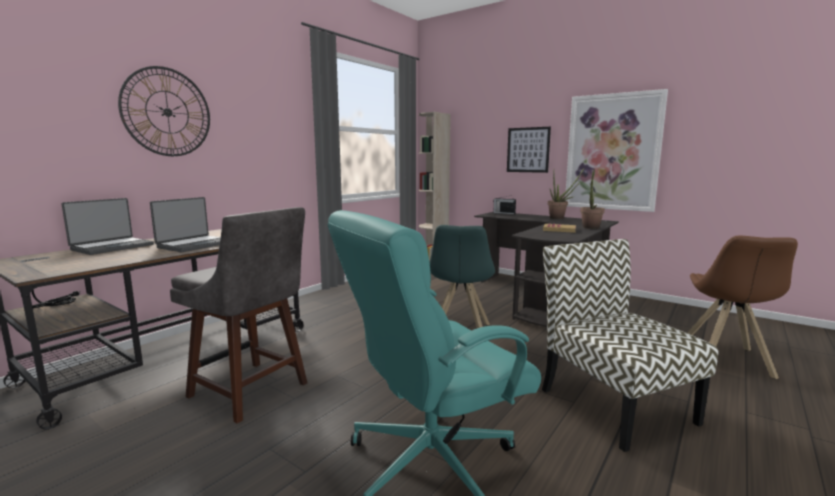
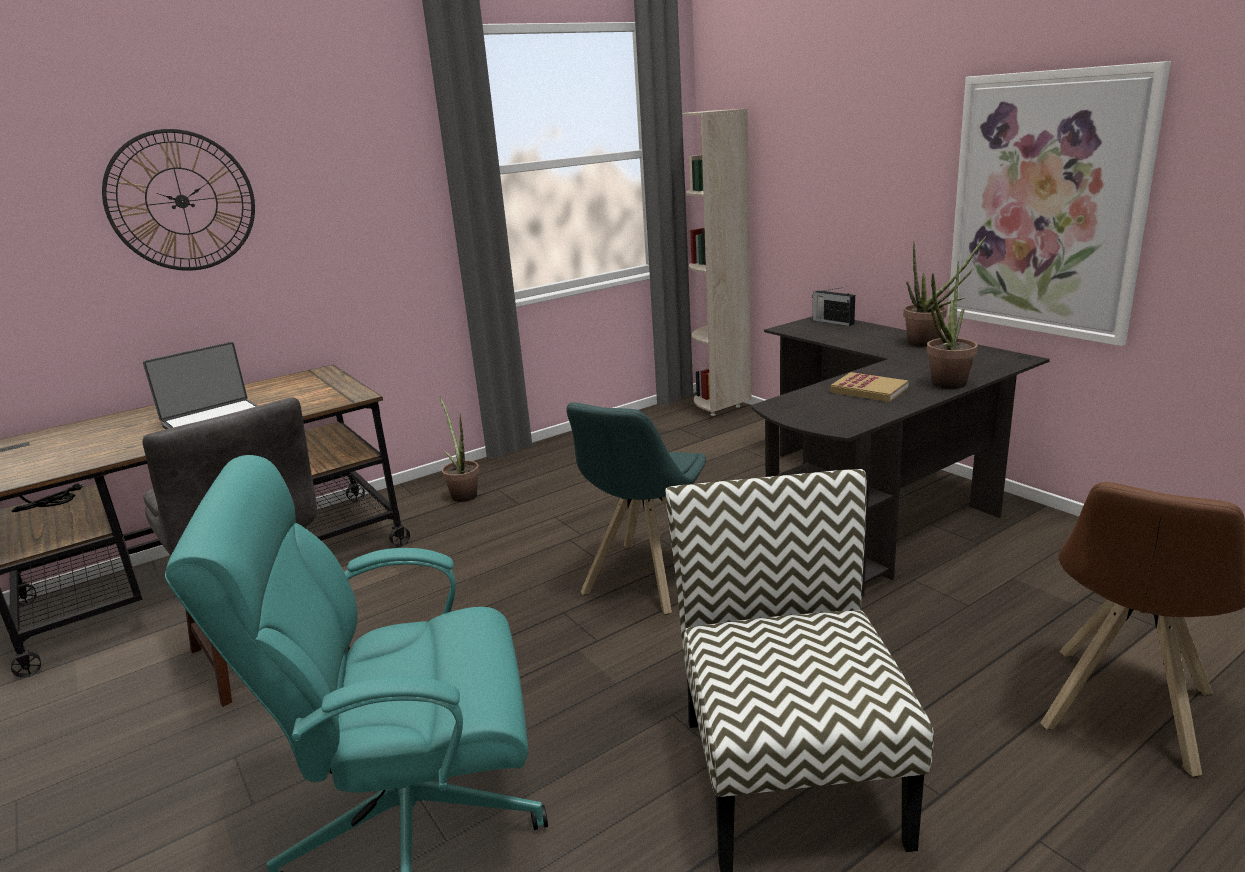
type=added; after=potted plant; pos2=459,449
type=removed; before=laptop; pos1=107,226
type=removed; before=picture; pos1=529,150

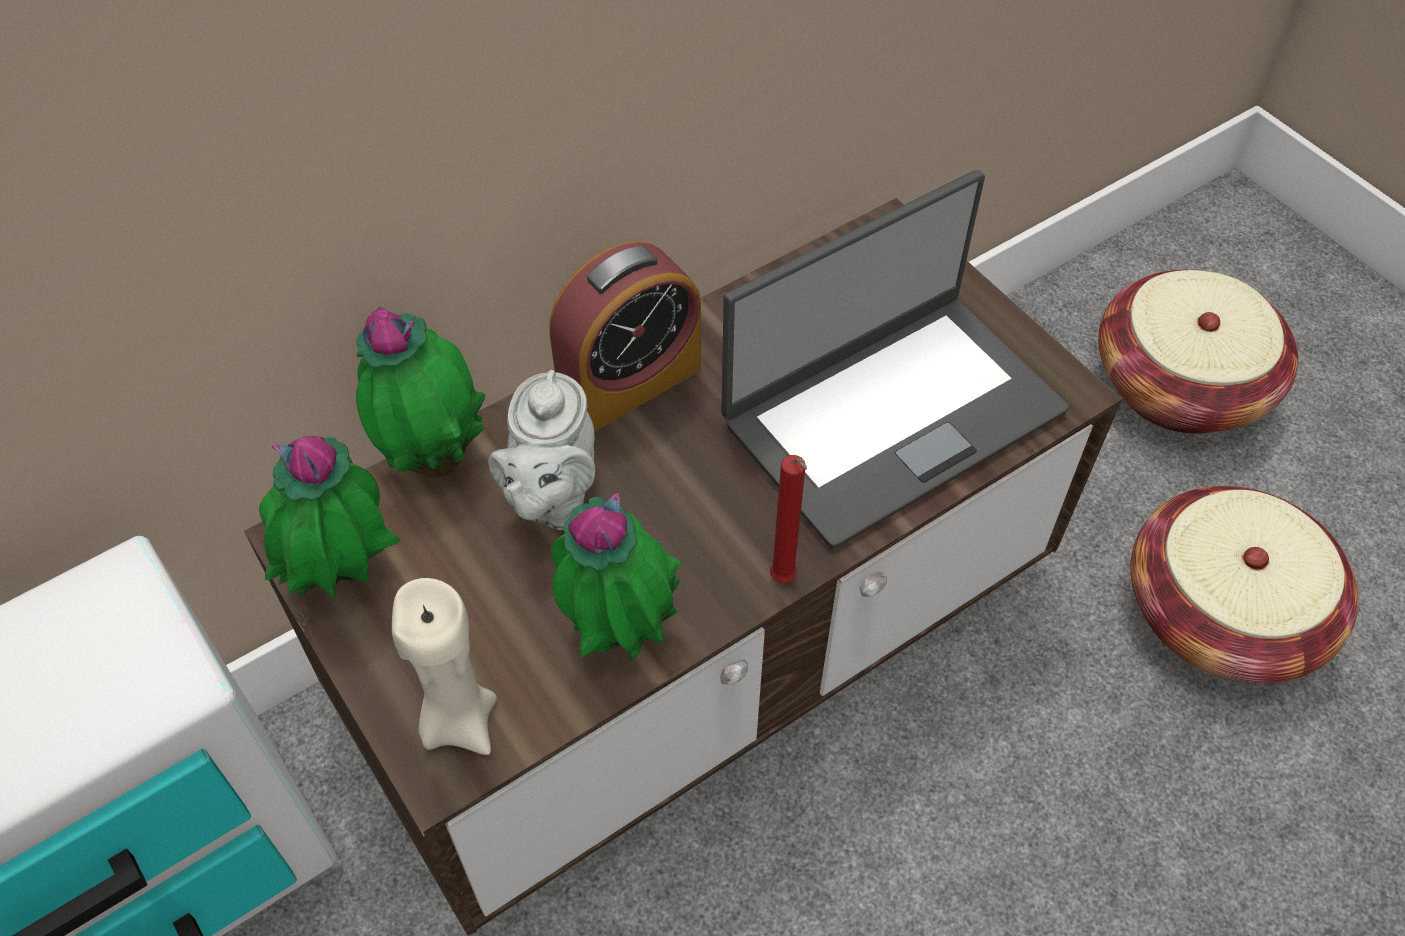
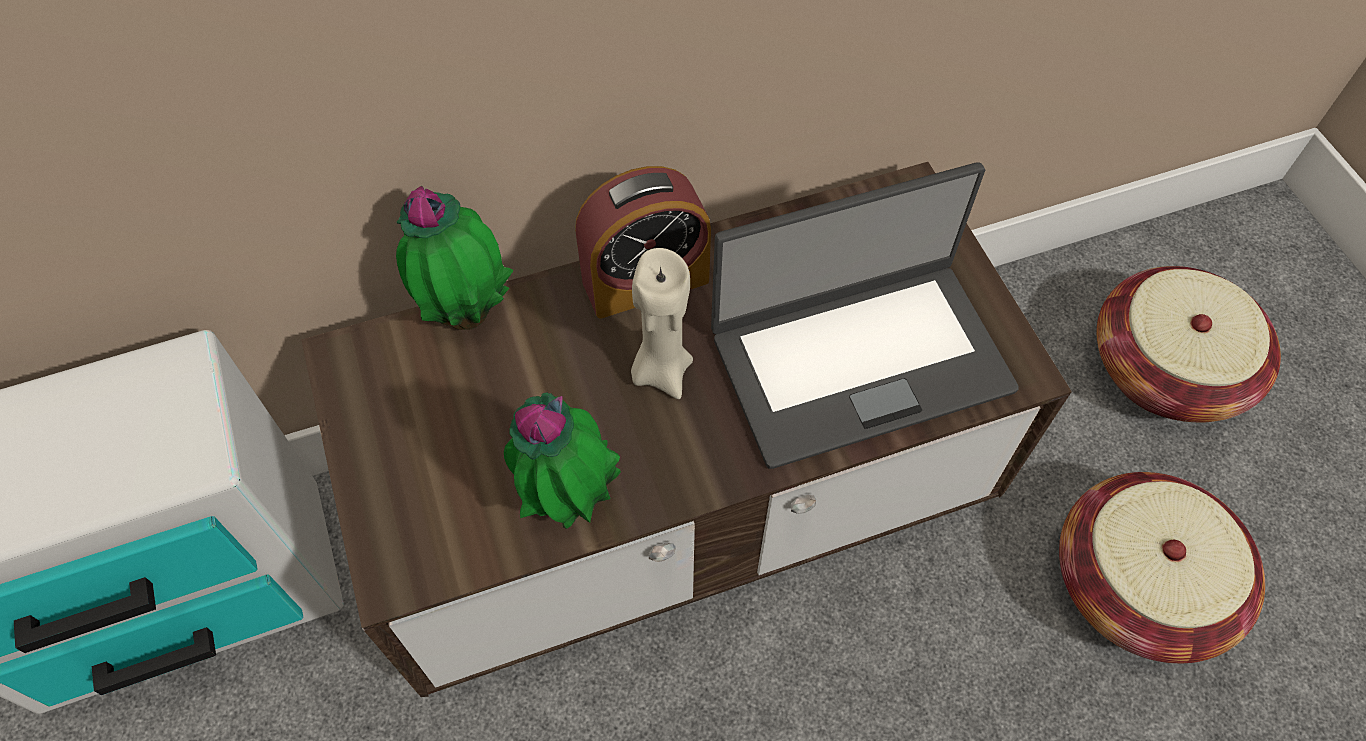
type=moved; before=beige wax candle; pos1=444,666; pos2=662,323
type=removed; before=potted plant; pos1=329,518
type=removed; before=gray pot for tea; pos1=541,450
type=removed; before=red-coloured wax candle; pos1=788,519

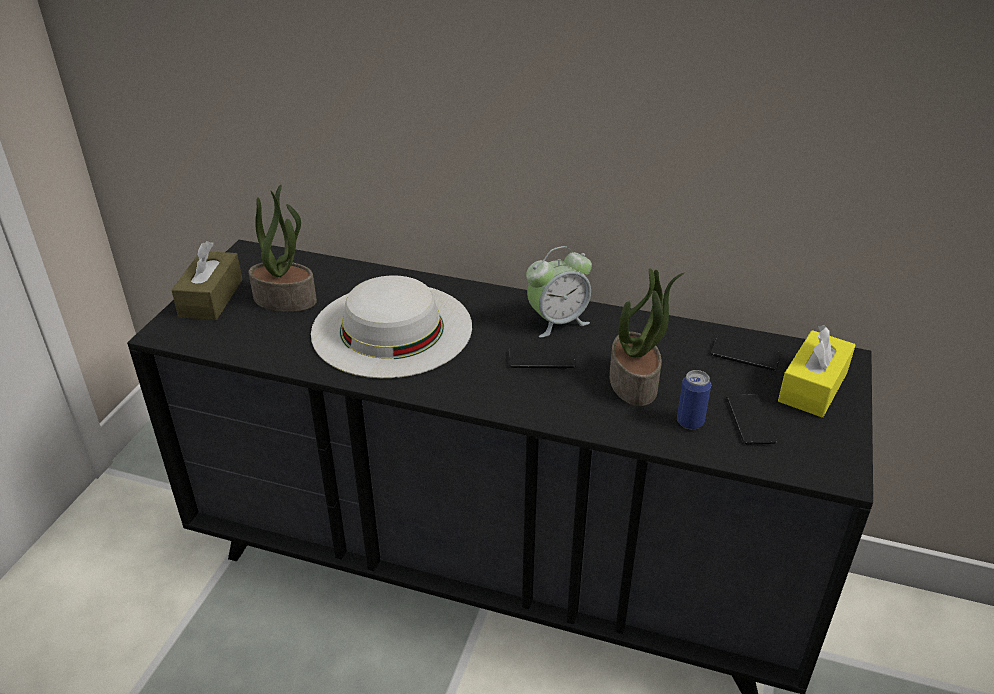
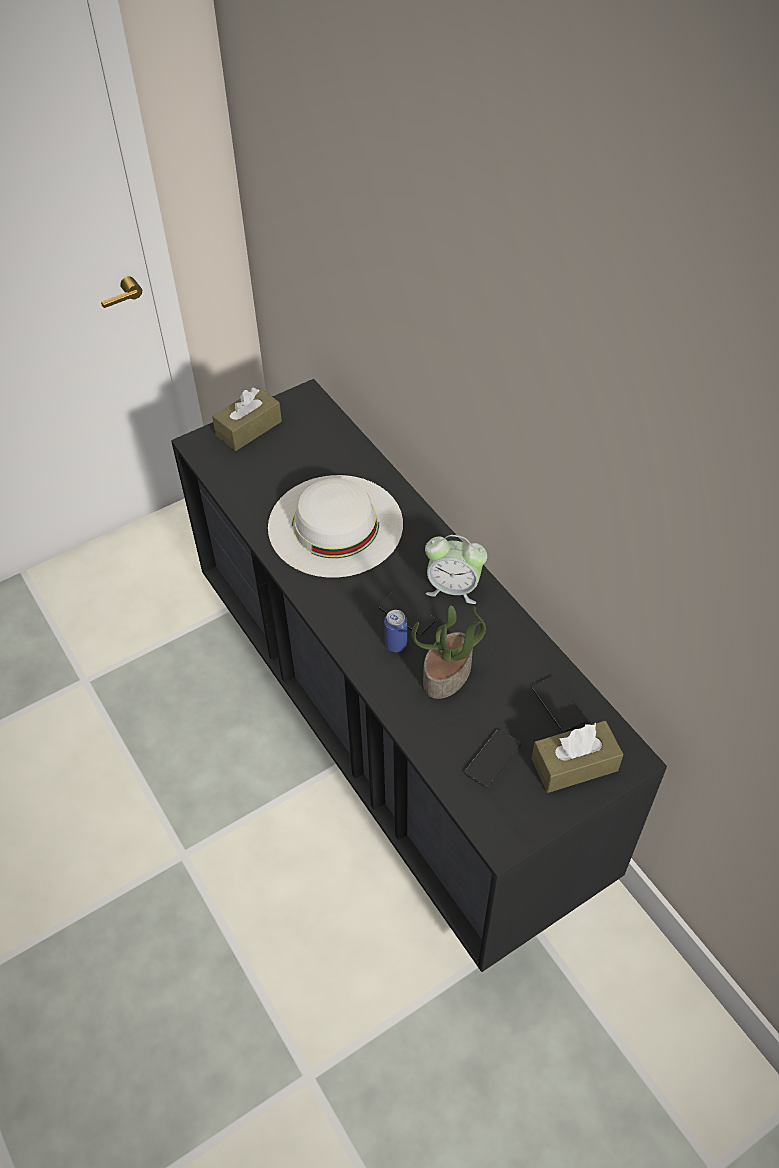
type=moved; before=can; pos1=694,400; pos2=395,631
type=recoloured; before=yellow tissue holder; after=brown-coloured tissue holder; pos1=817,371; pos2=577,757
type=removed; before=potted plant; pos1=282,248

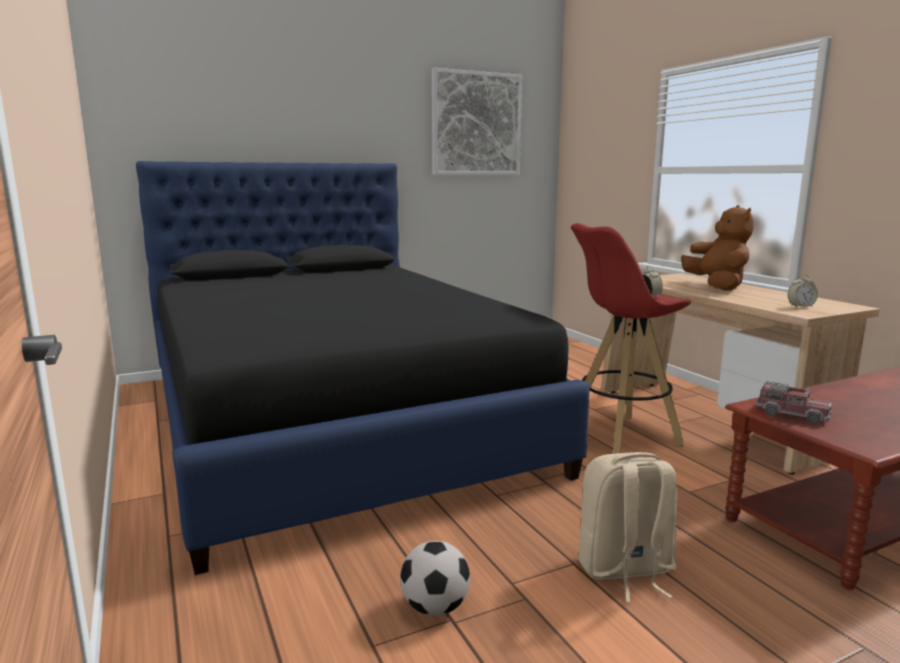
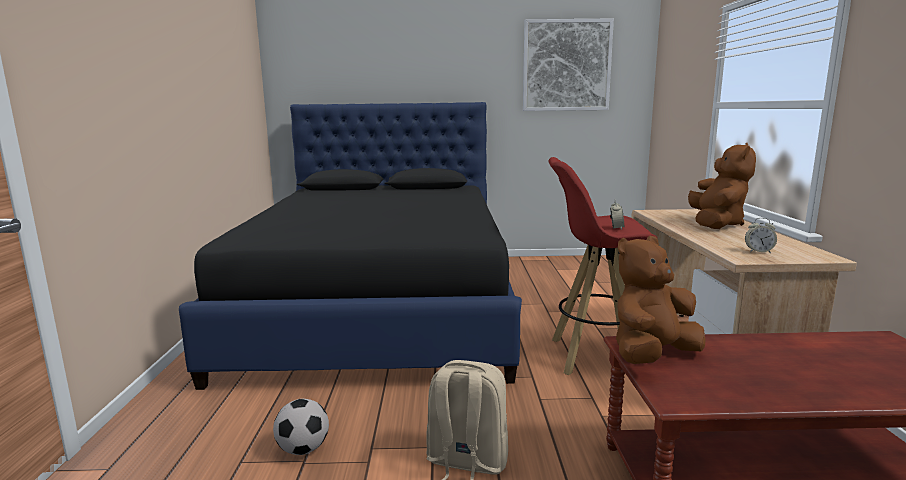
type=replaced; before=model truck; after=brown-coloured cuddly toy; pos1=793,402; pos2=660,300

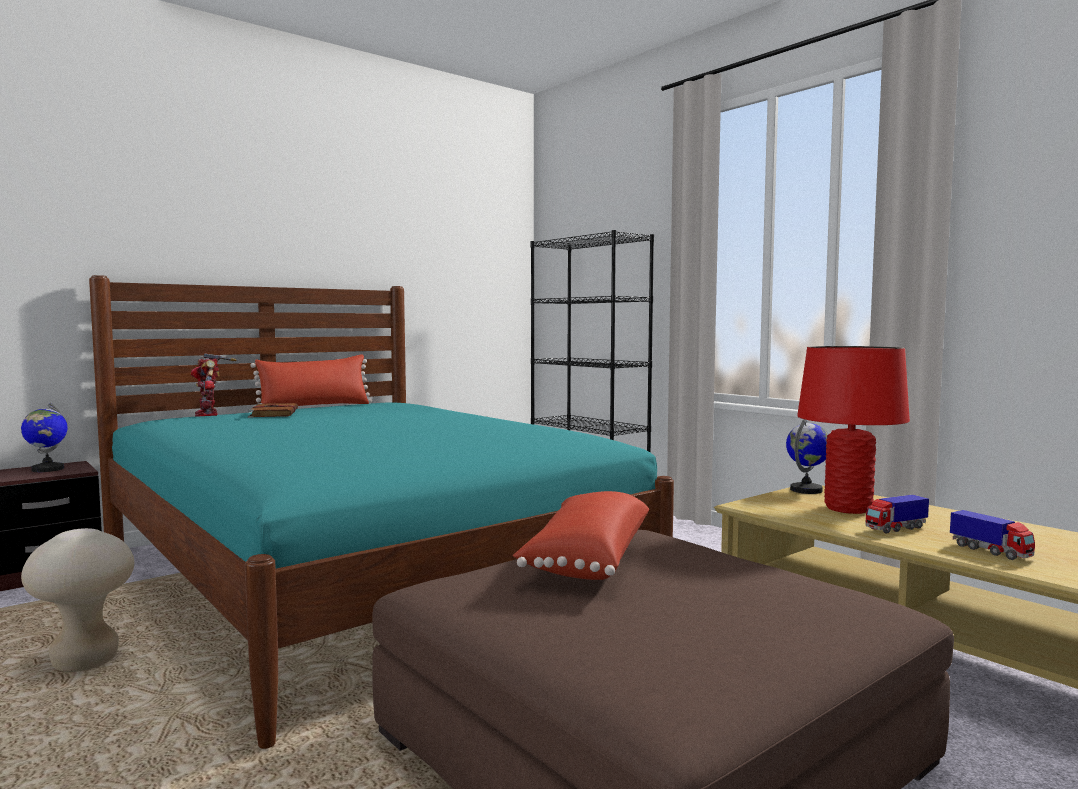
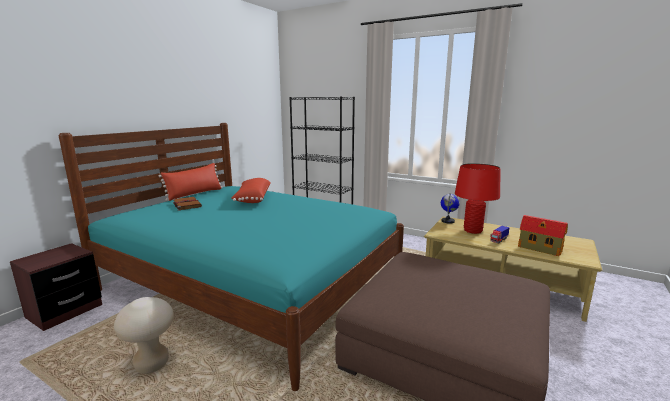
type=moved; before=red-coloured throw pillow; pos1=581,535; pos2=251,190
type=replaced; before=model truck; after=toy house; pos1=992,535; pos2=543,235
type=removed; before=globe; pos1=44,437
type=removed; before=model robot; pos1=214,385

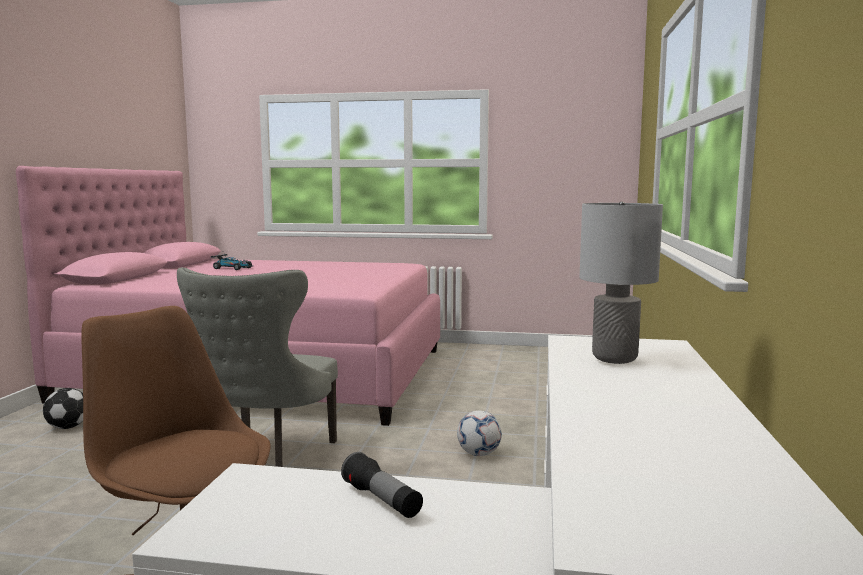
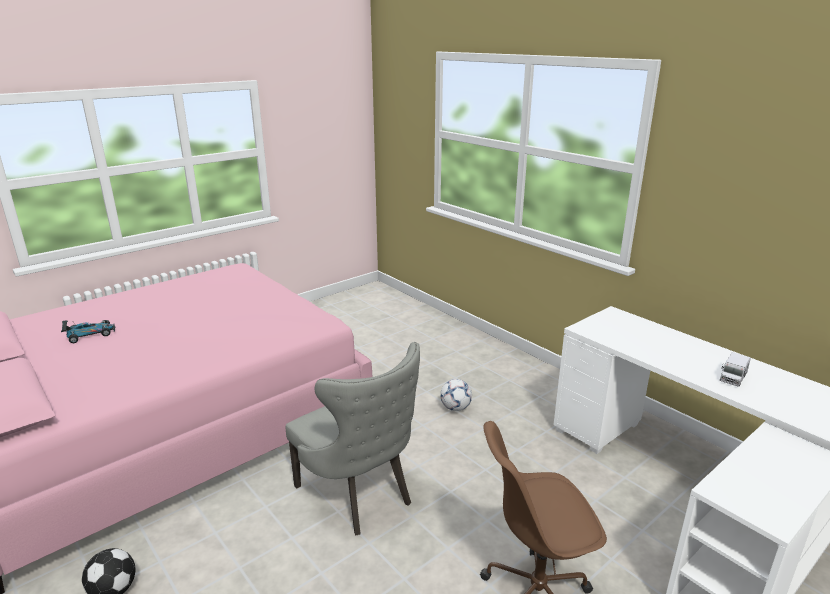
type=added; after=model truck; pos2=735,369
type=removed; before=hand torch; pos1=382,485
type=removed; before=gray lamp for a table; pos1=621,283

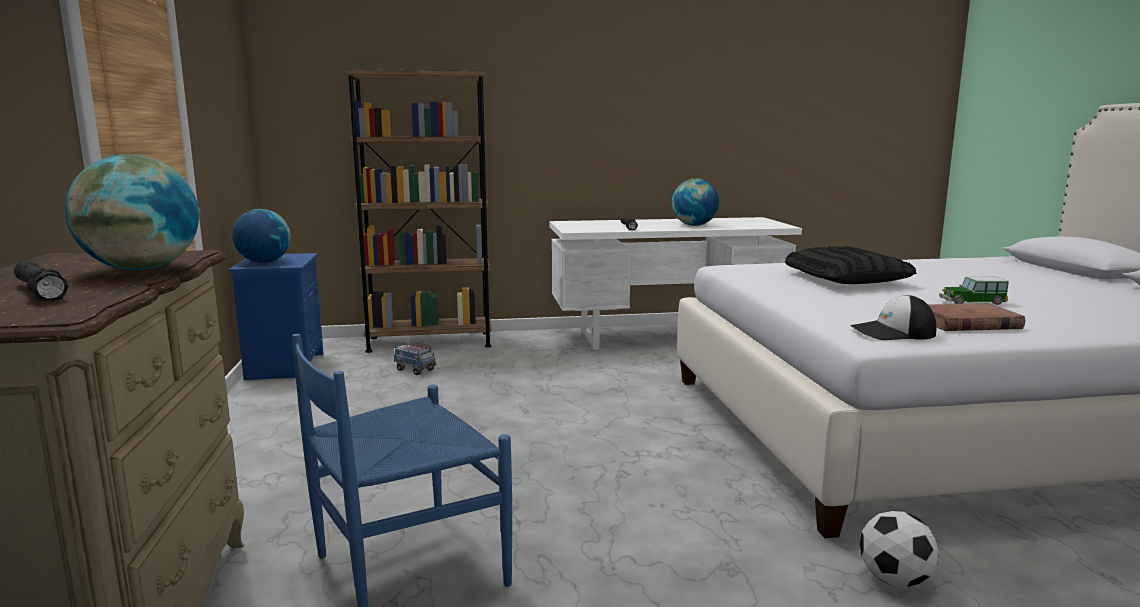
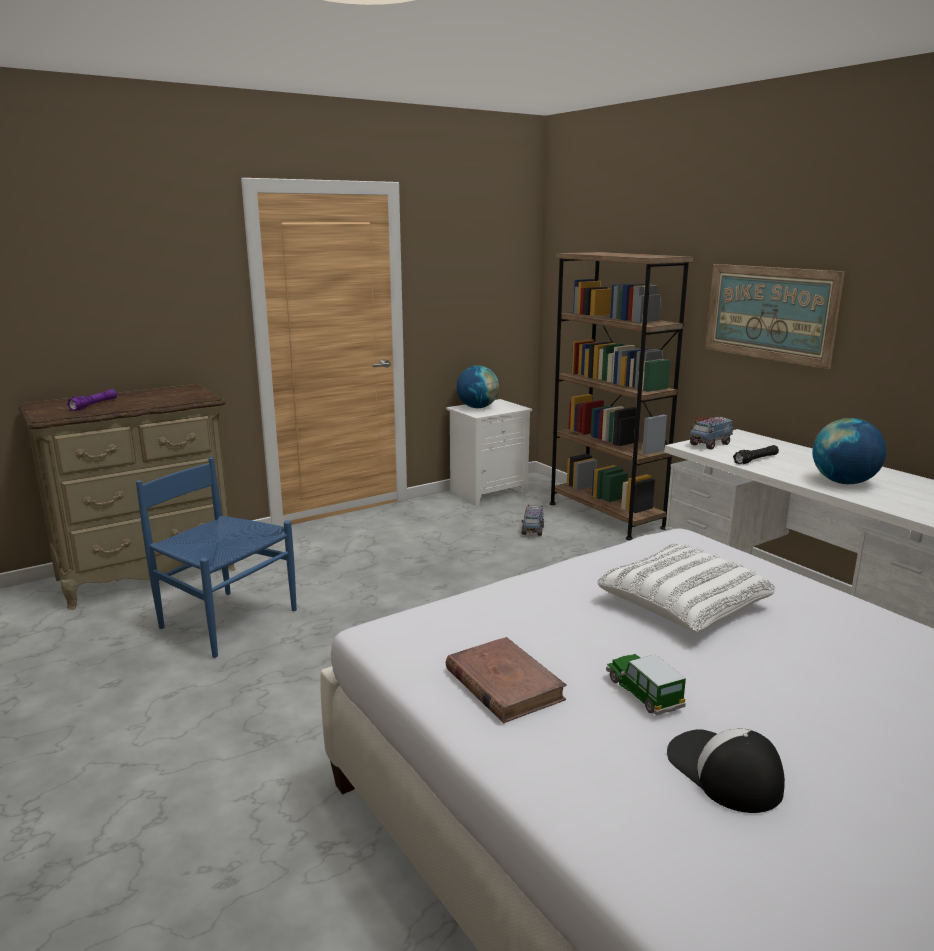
type=recoloured; before=black hand torch; after=purplish hand torch; pos1=41,280; pos2=92,400
type=recoloured; before=bluish nightstand; after=white nightstand; pos1=276,316; pos2=489,452
type=recoloured; before=black throw pillow; after=white throw pillow; pos1=851,265; pos2=686,587
type=moved; before=peaked cap; pos1=893,317; pos2=726,770
type=added; after=model truck; pos2=711,432
type=added; after=picture; pos2=775,316
type=removed; before=globe; pos1=132,212
type=removed; before=ball for football; pos1=899,549

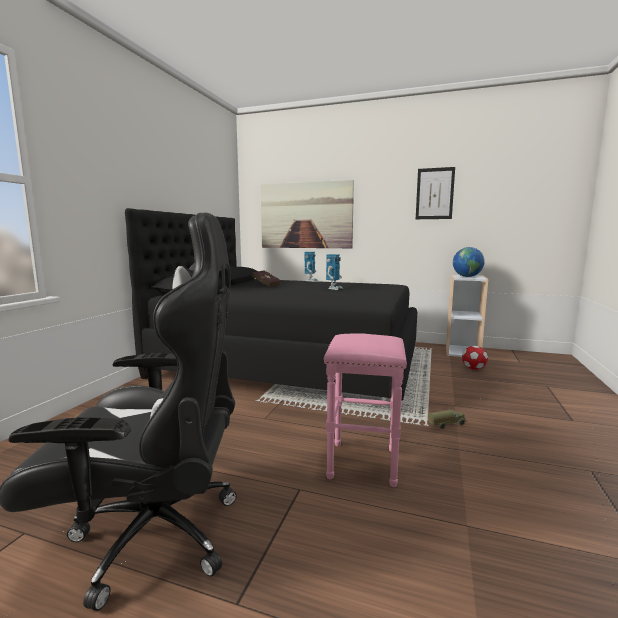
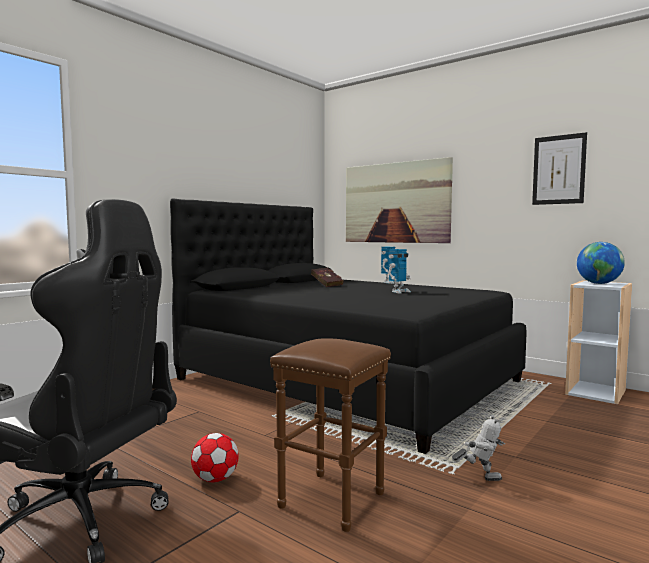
type=moved; before=ball for football; pos1=475,358; pos2=215,457
type=recoloured; before=pink stool seat; after=brown-coloured stool seat; pos1=365,410; pos2=330,435
type=replaced; before=model truck; after=model robot; pos1=447,419; pos2=478,448

